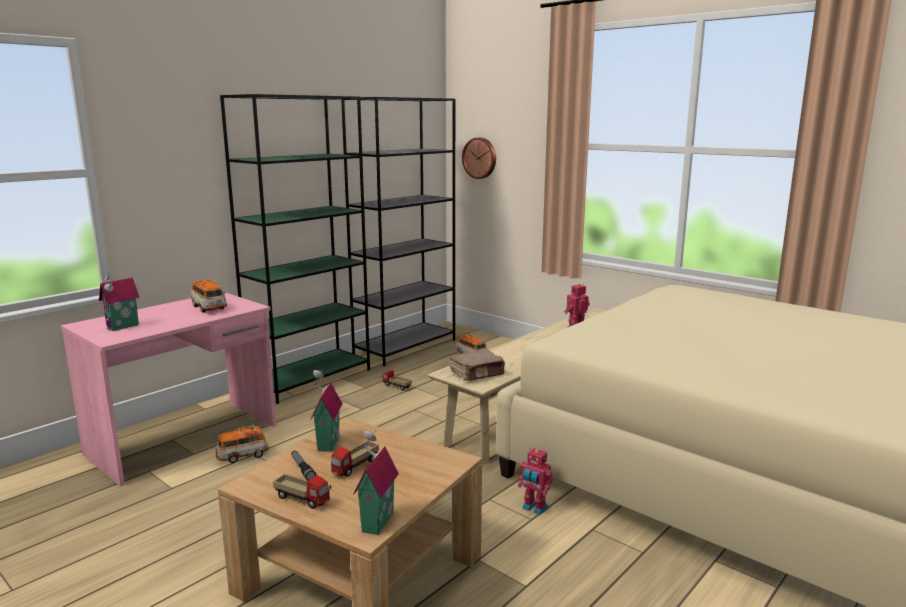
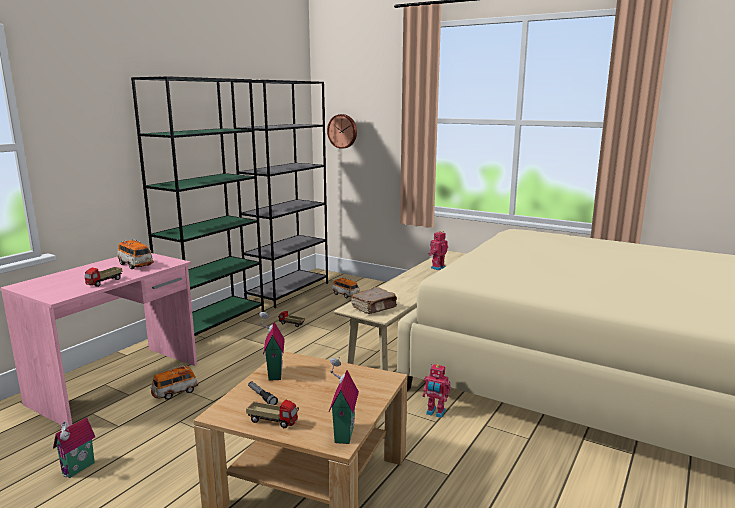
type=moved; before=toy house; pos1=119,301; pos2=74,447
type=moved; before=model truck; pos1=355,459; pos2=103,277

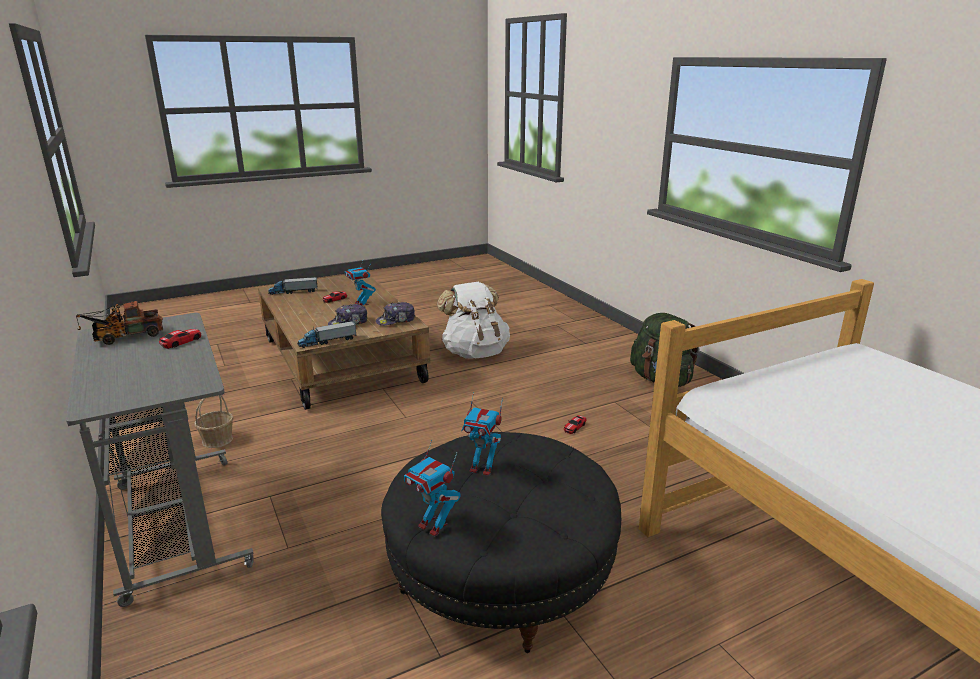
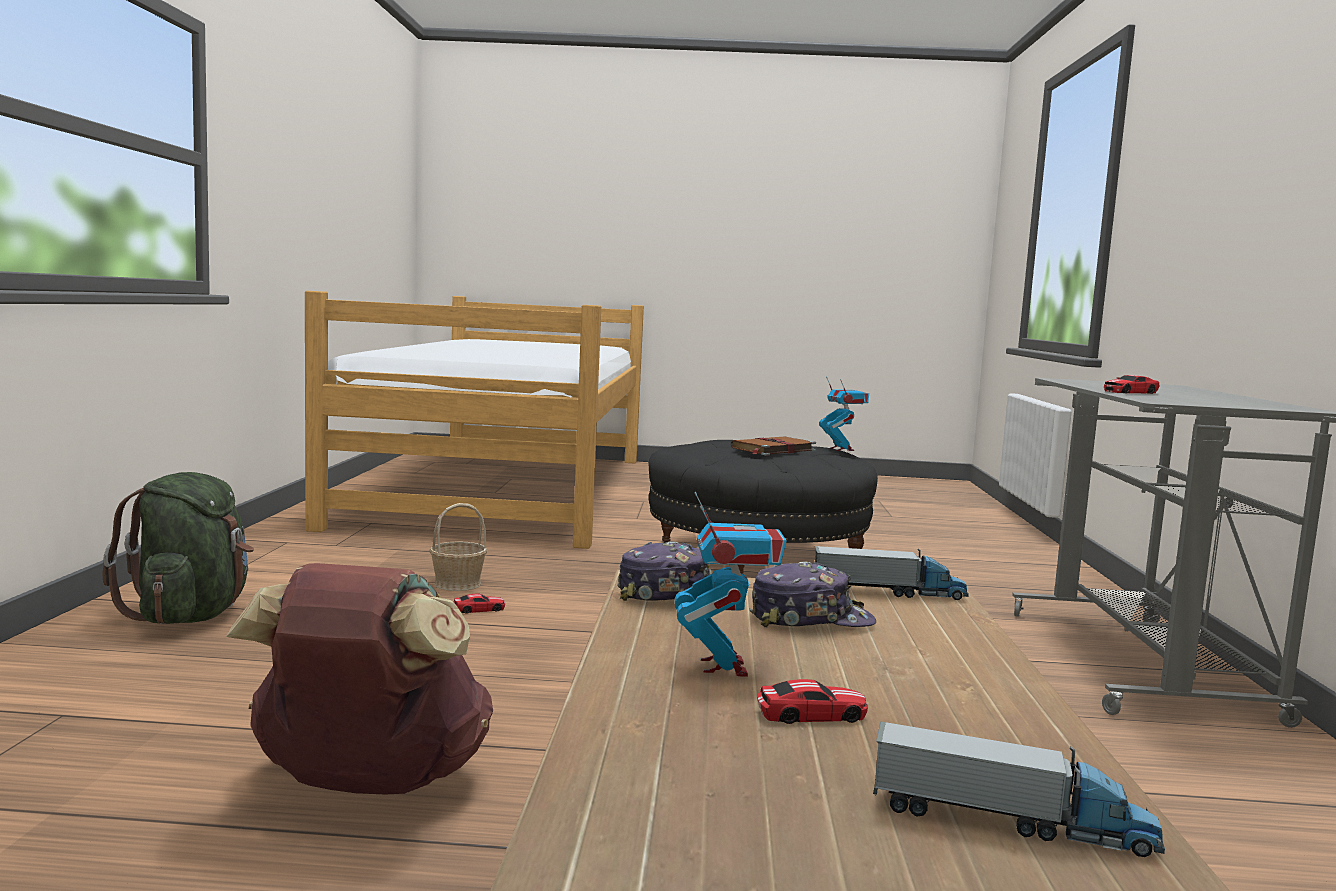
type=recoloured; before=white rucksack; after=brown-coloured rucksack; pos1=473,320; pos2=359,678
type=moved; before=household basket; pos1=214,421; pos2=458,547
type=replaced; before=model robot; after=brown-coloured volume; pos1=482,434; pos2=773,445
type=removed; before=model truck; pos1=119,323

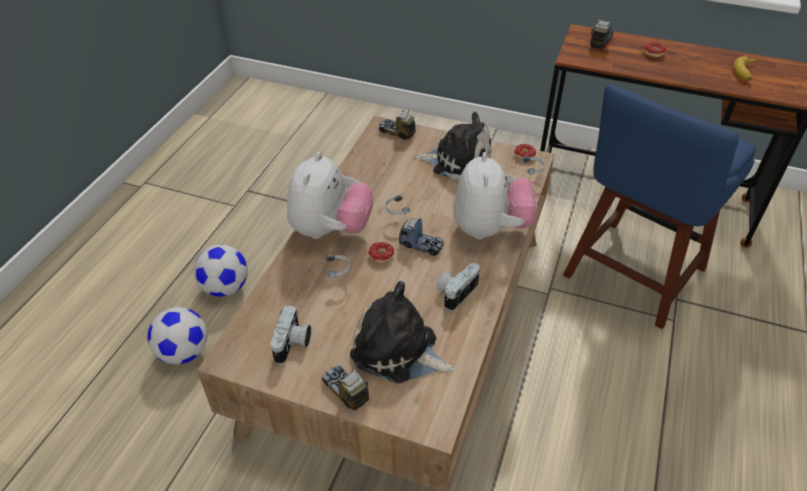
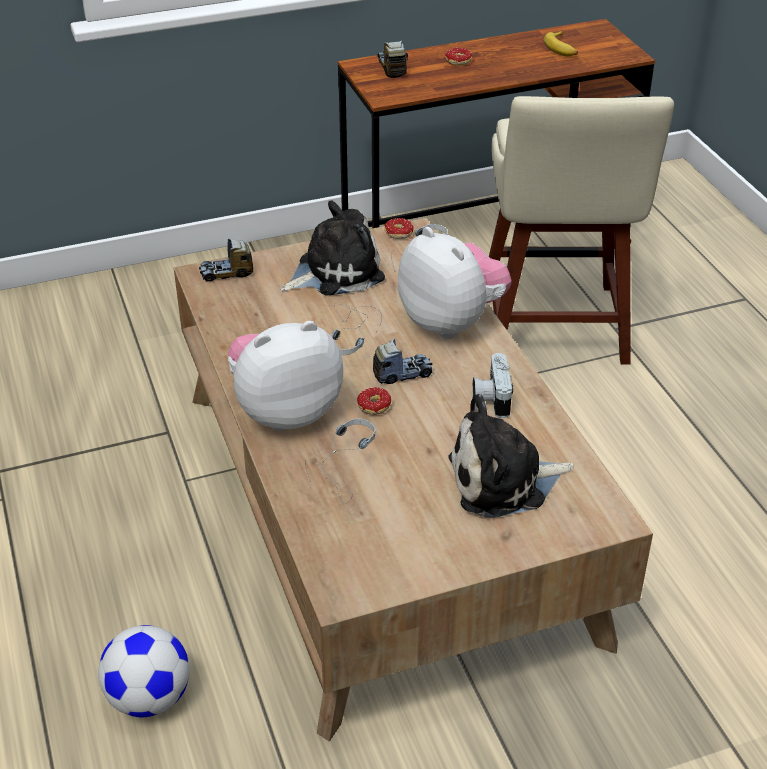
type=turned; before=cuddly toy; pos1=330,195; pos2=285,376; turn=-90
type=recoloured; before=bluish stool seat; after=beige stool seat; pos1=659,206; pos2=581,230
type=removed; before=ball for football; pos1=221,271
type=removed; before=still camera; pos1=290,334
type=removed; before=model truck; pos1=345,388

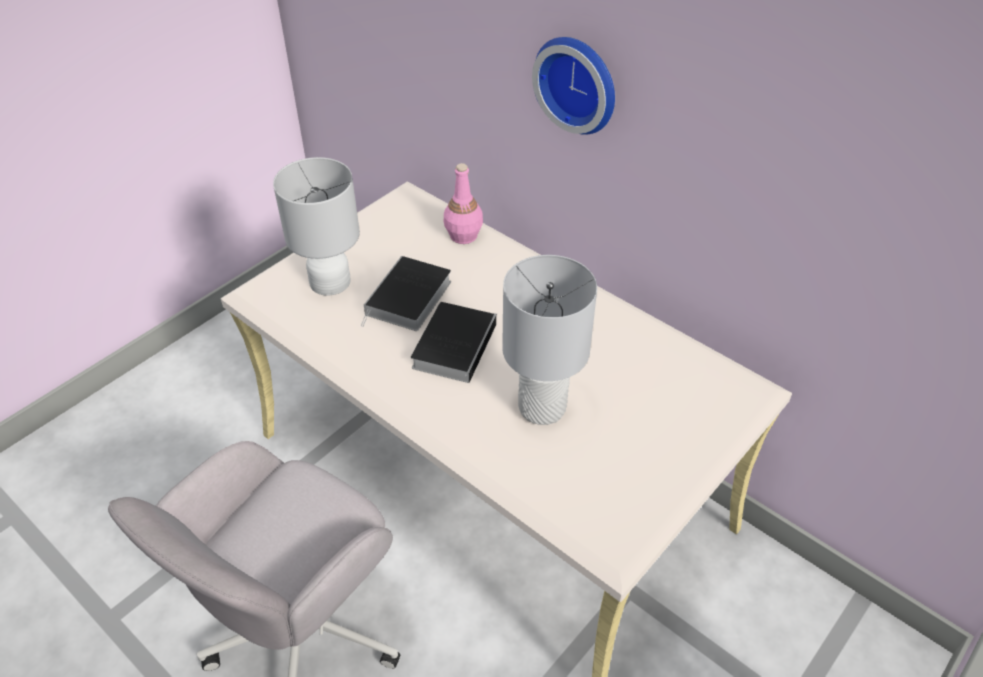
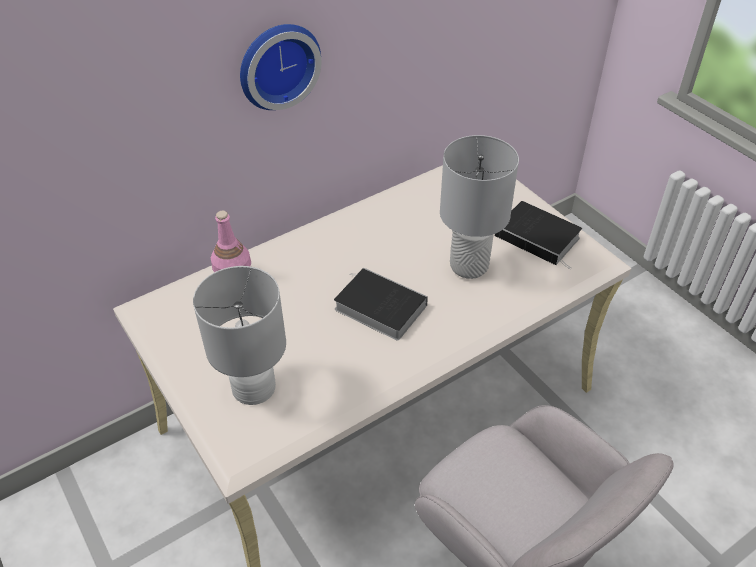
type=moved; before=volume; pos1=406,293; pos2=538,235

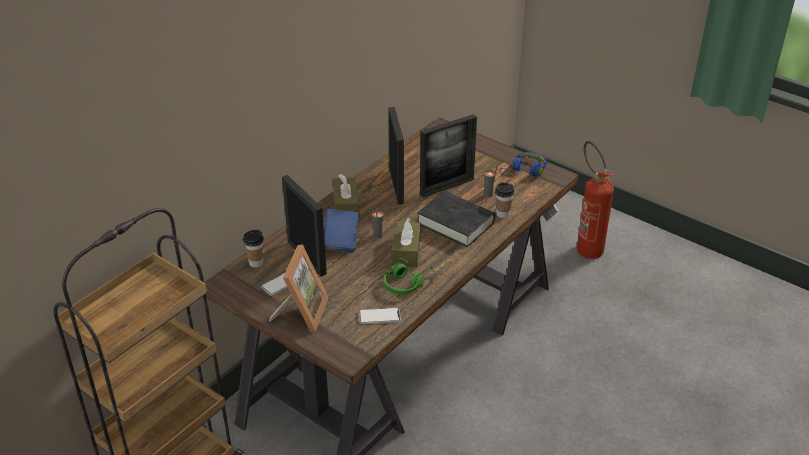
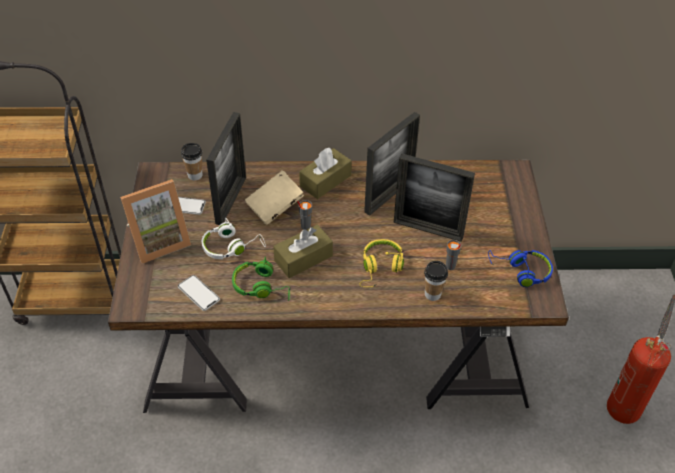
type=added; after=white headset; pos2=234,238
type=recoloured; before=bluish volume; after=beige volume; pos1=341,231; pos2=274,197
type=replaced; before=black volume; after=yellow headset; pos1=456,219; pos2=381,263

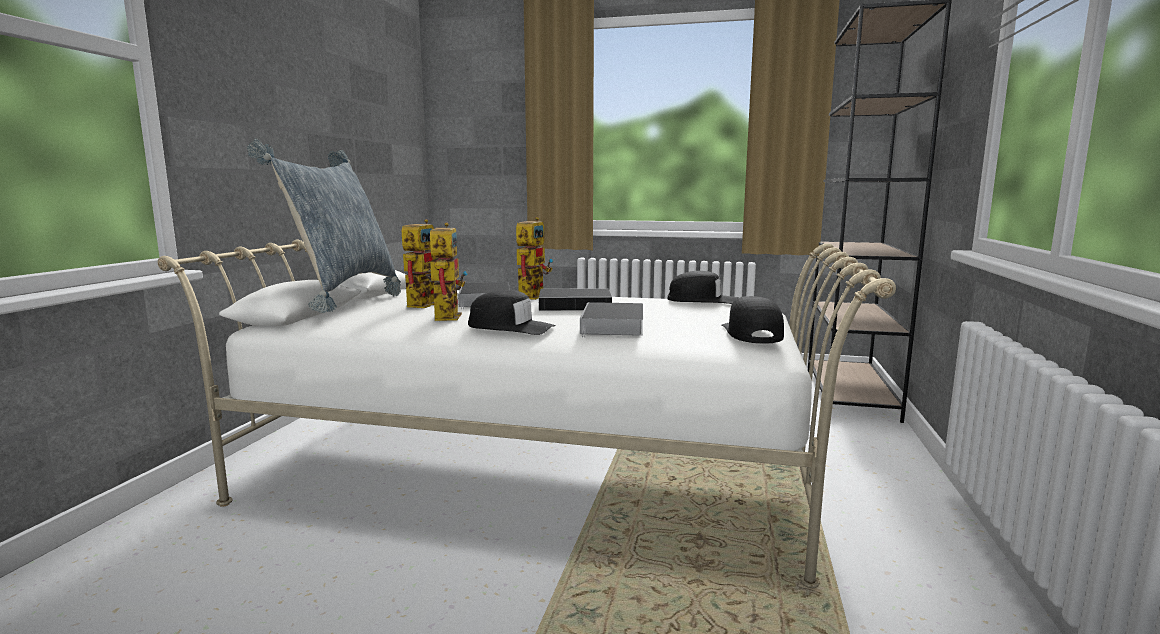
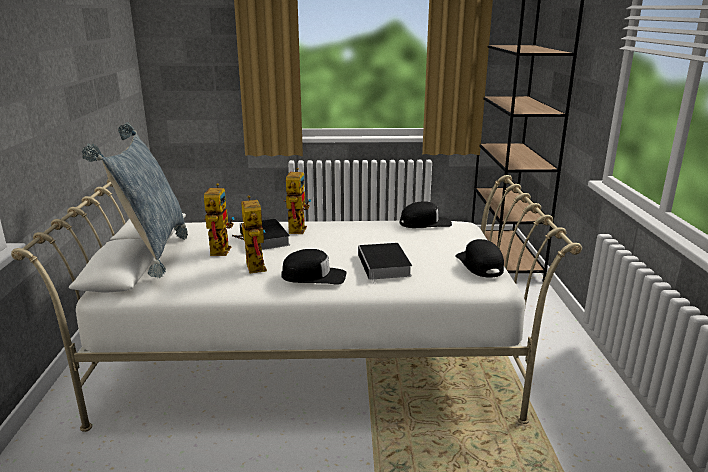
type=removed; before=volume; pos1=575,299

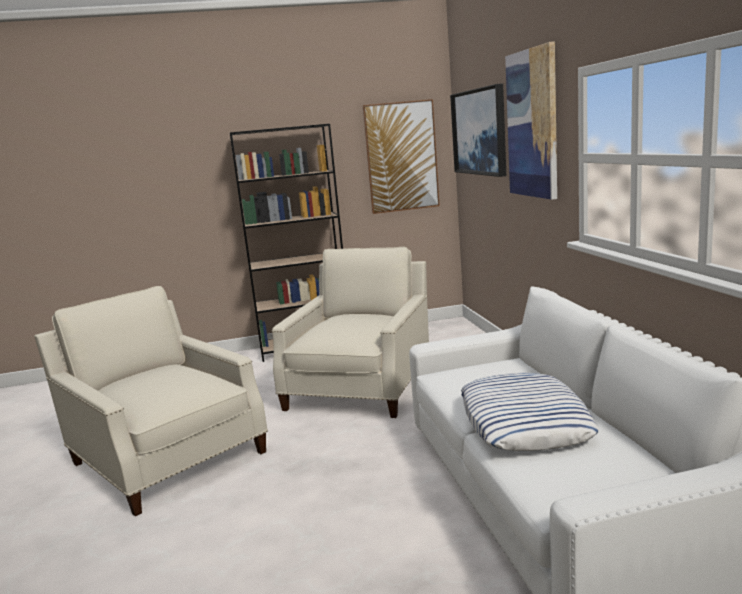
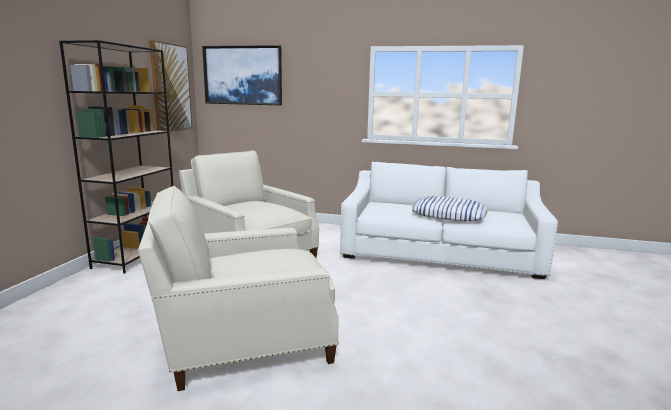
type=removed; before=picture; pos1=531,120

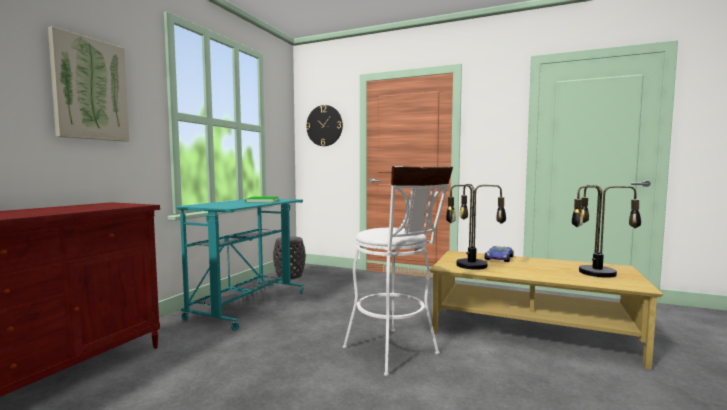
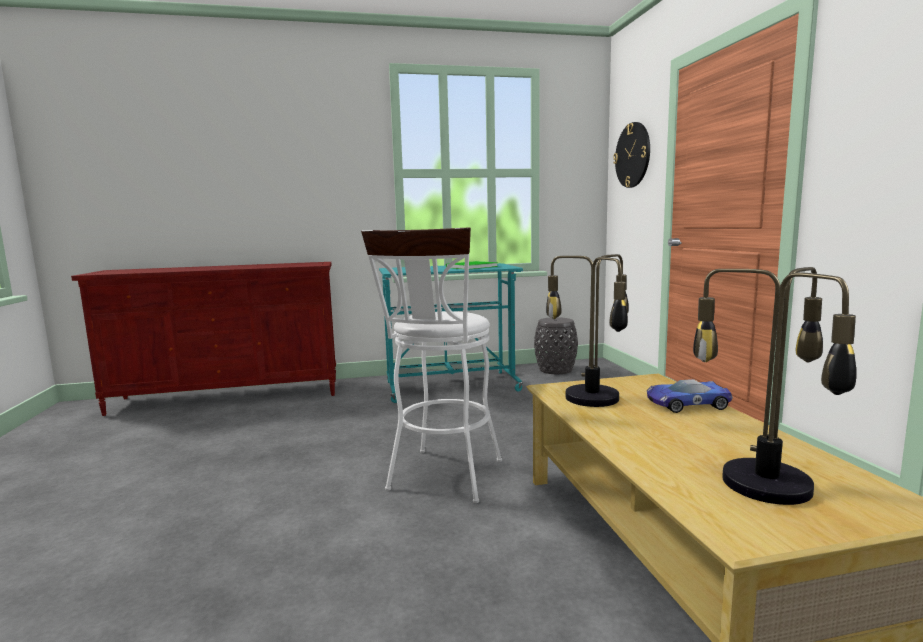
type=removed; before=picture; pos1=89,84

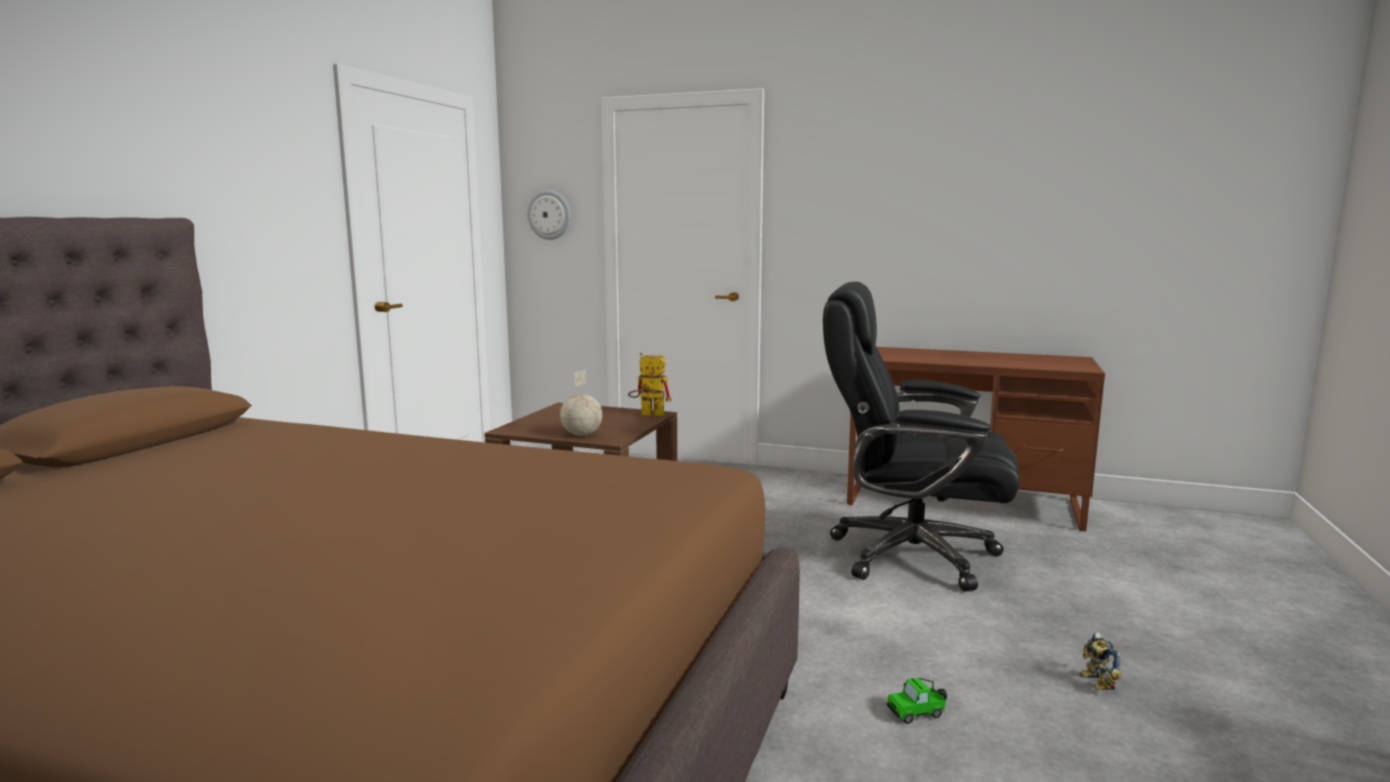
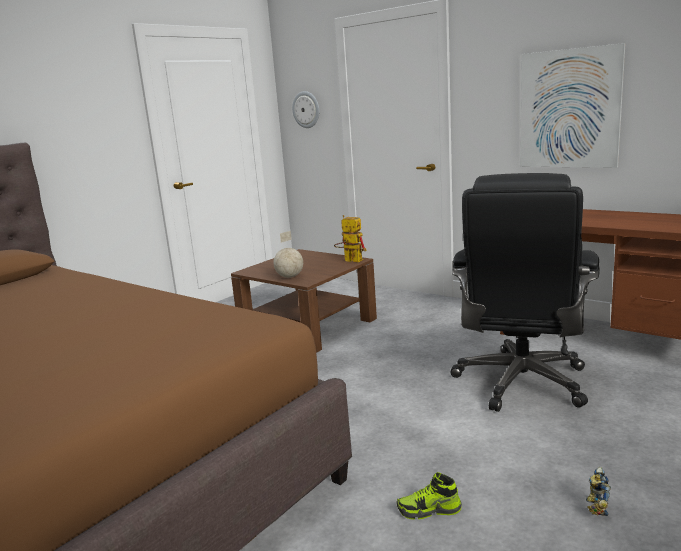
type=replaced; before=model car; after=item of footwear; pos1=917,701; pos2=429,495
type=turned; before=black computer chair; pos1=921,437; pos2=525,292; turn=-105
type=added; after=picture; pos2=572,105

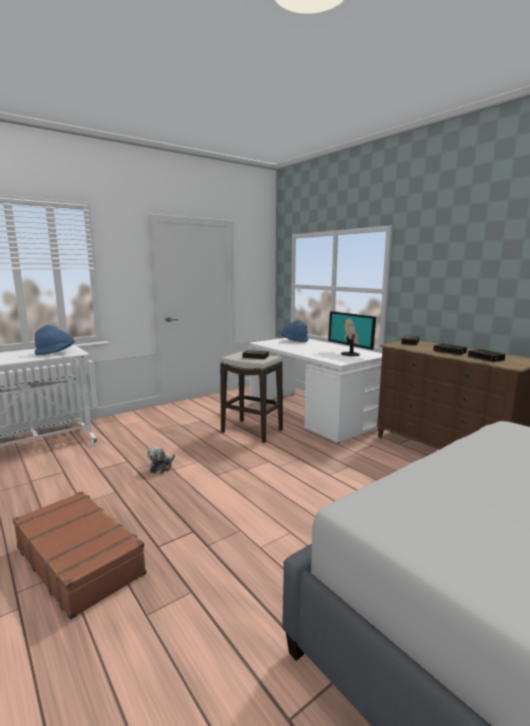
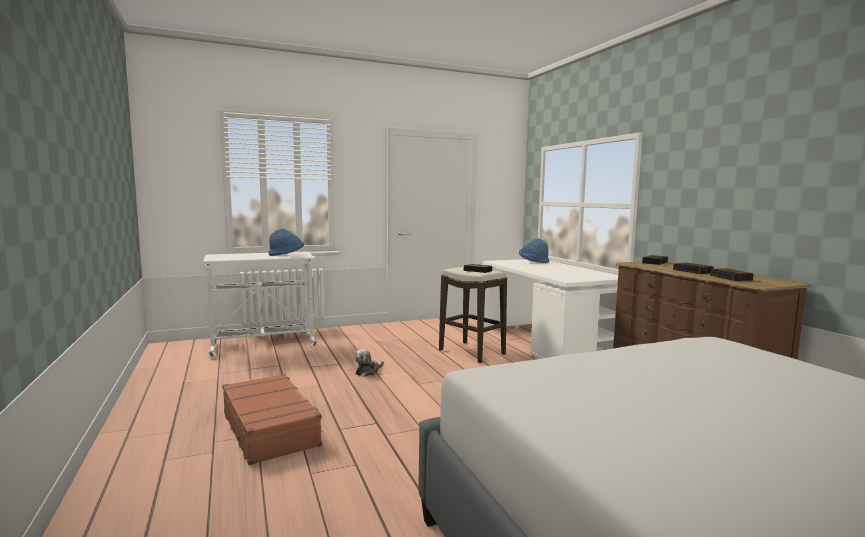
type=removed; before=computer display; pos1=352,333

